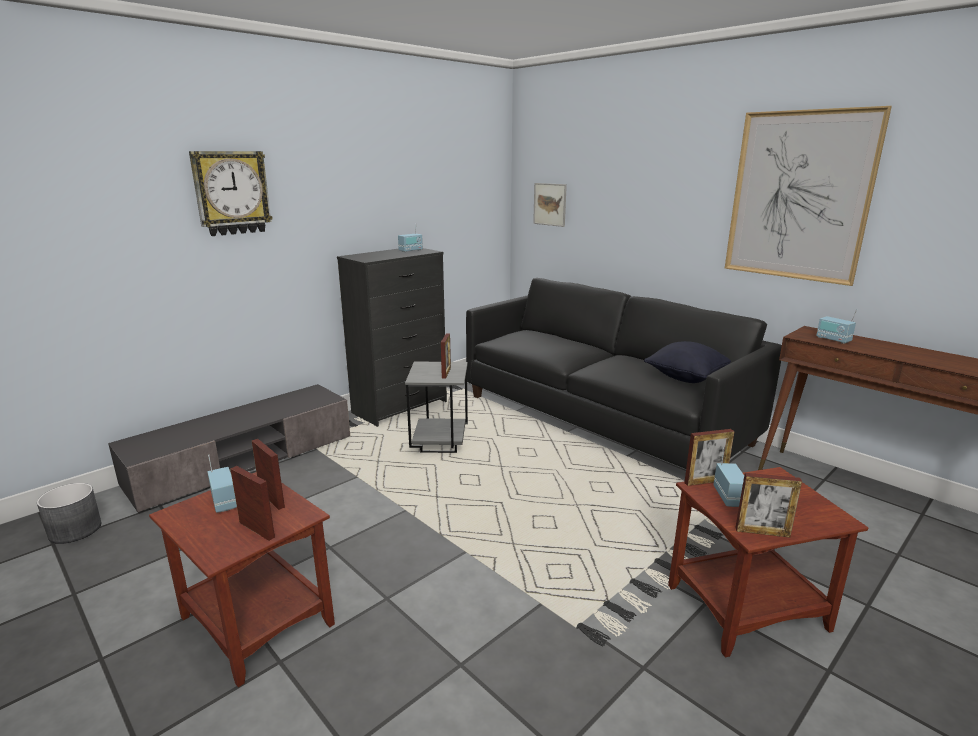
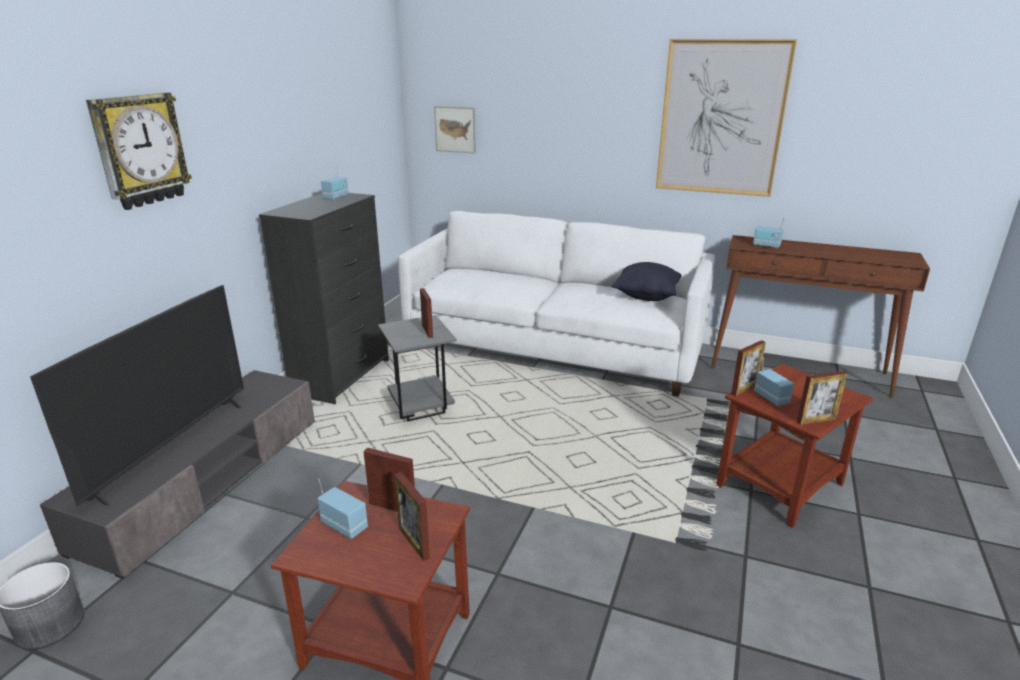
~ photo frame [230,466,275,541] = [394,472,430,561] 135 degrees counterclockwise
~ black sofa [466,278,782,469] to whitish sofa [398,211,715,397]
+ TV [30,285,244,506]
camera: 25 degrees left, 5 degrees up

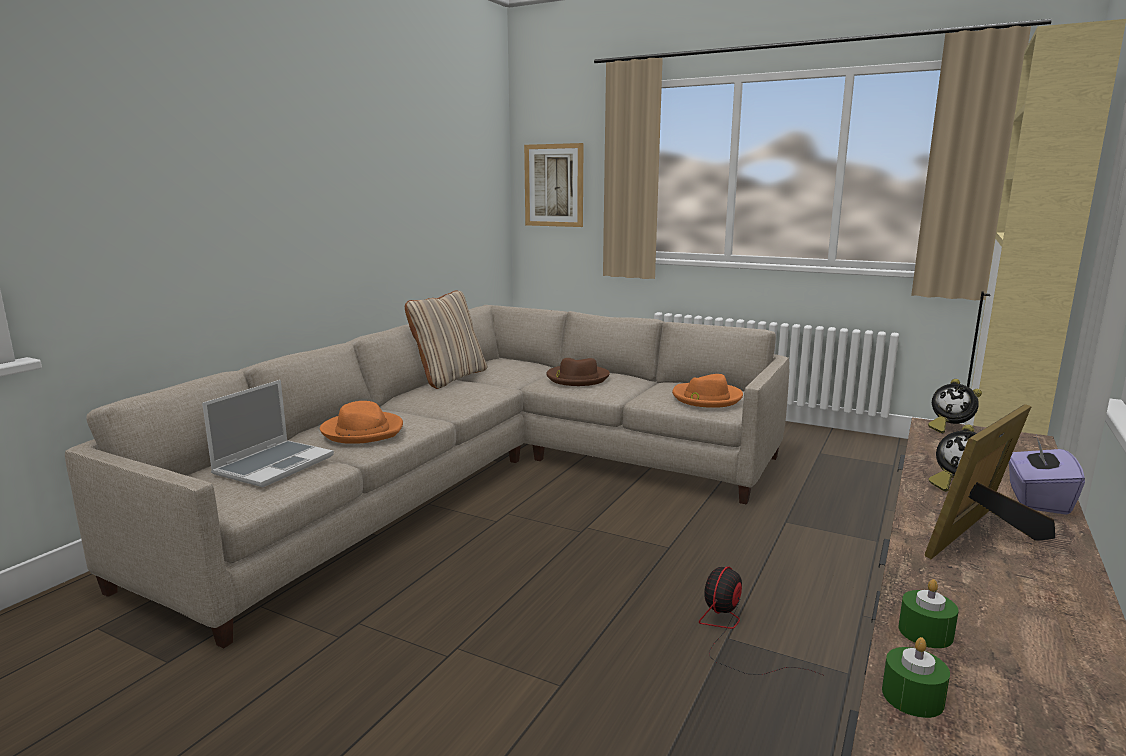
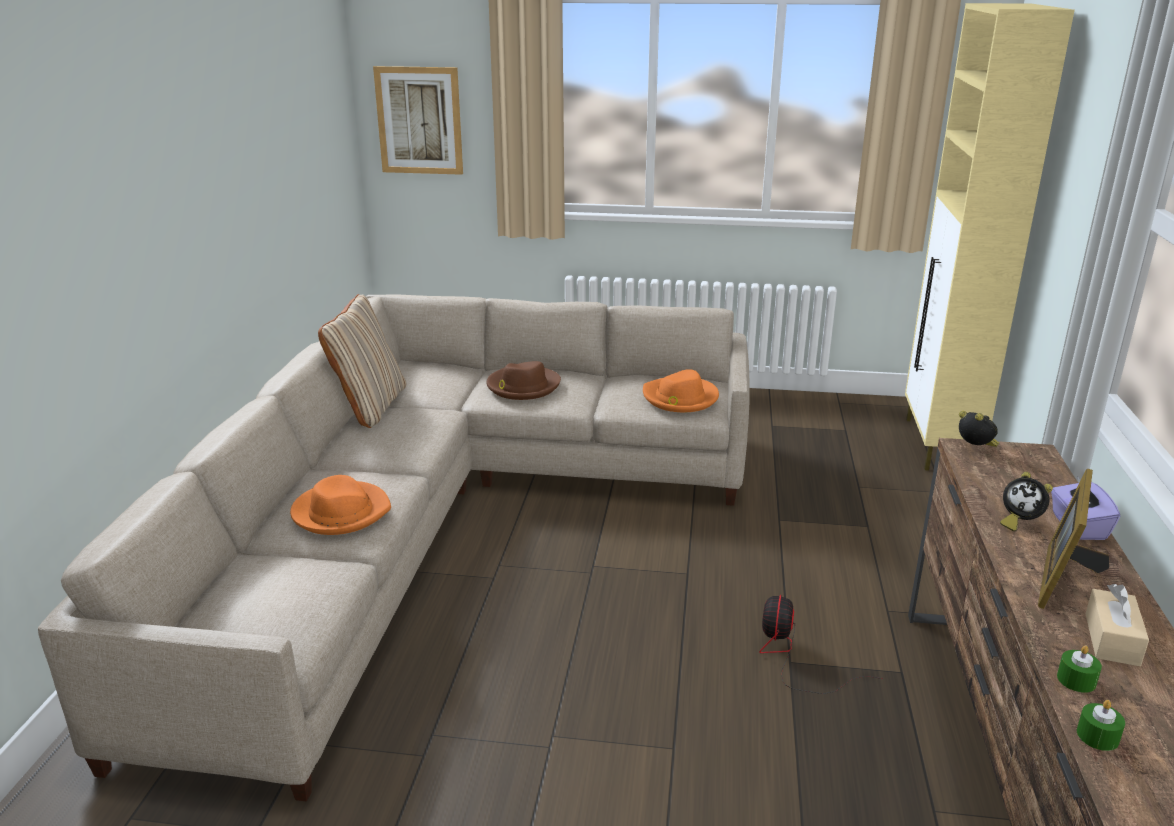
- portable computer [202,380,334,487]
~ bedside clock [928,379,982,433] = [959,411,999,447] 150 degrees counterclockwise
+ beige box of tissues [1086,584,1149,666]
camera: 20 degrees left, 10 degrees up

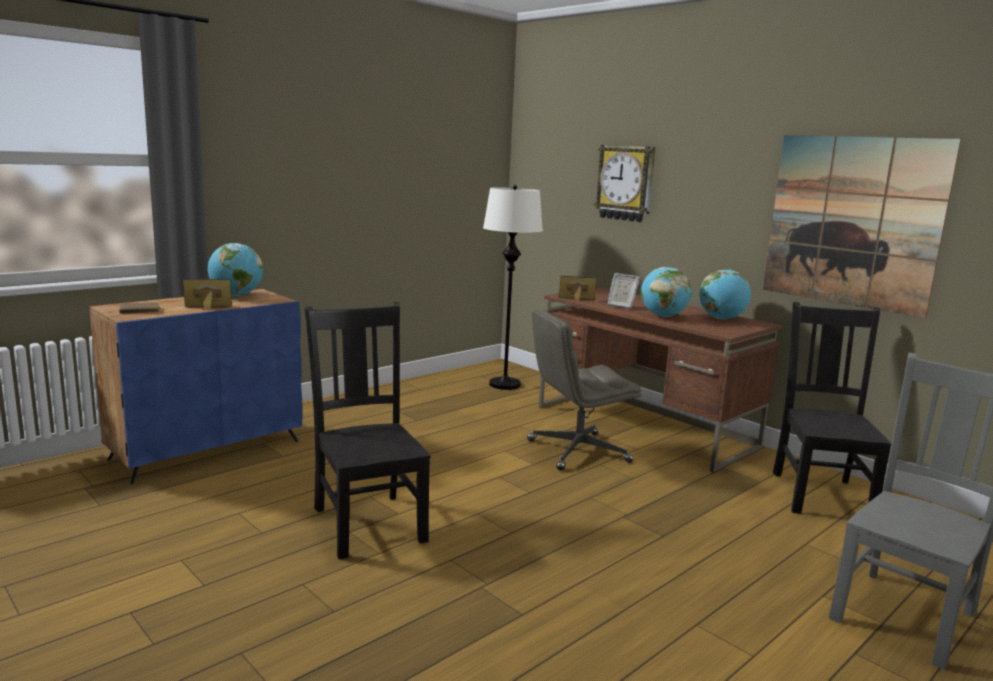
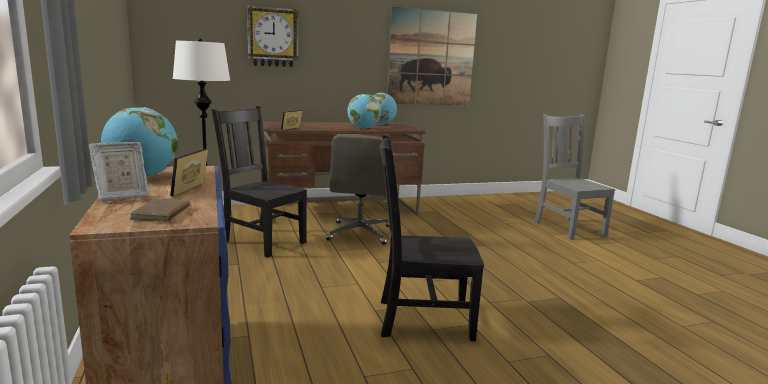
~ photo frame [608,273,640,309] to [89,142,148,201]
~ black chair [773,302,892,514] to [212,106,307,258]
camera: 65 degrees left, 0 degrees up

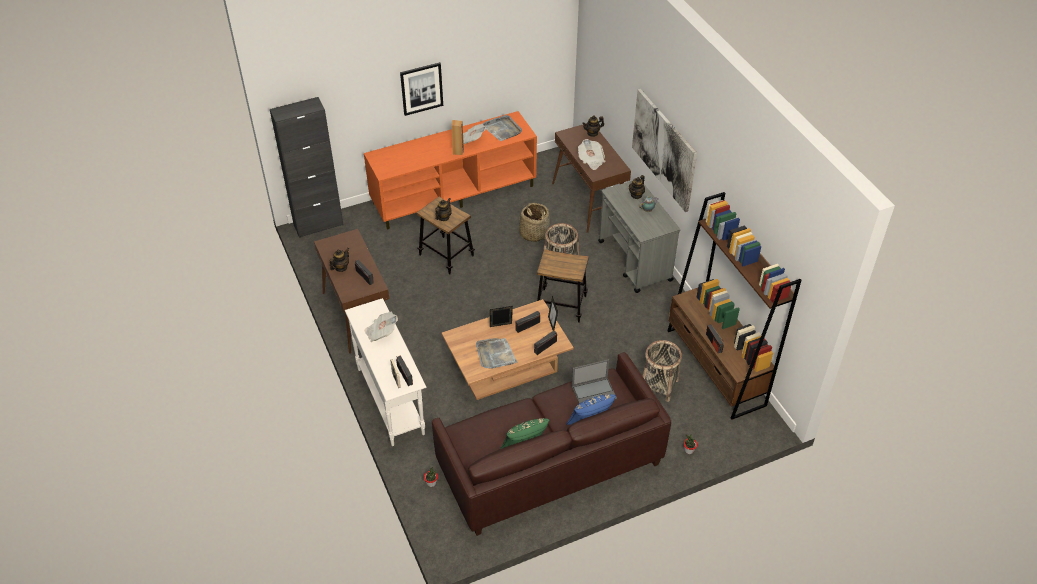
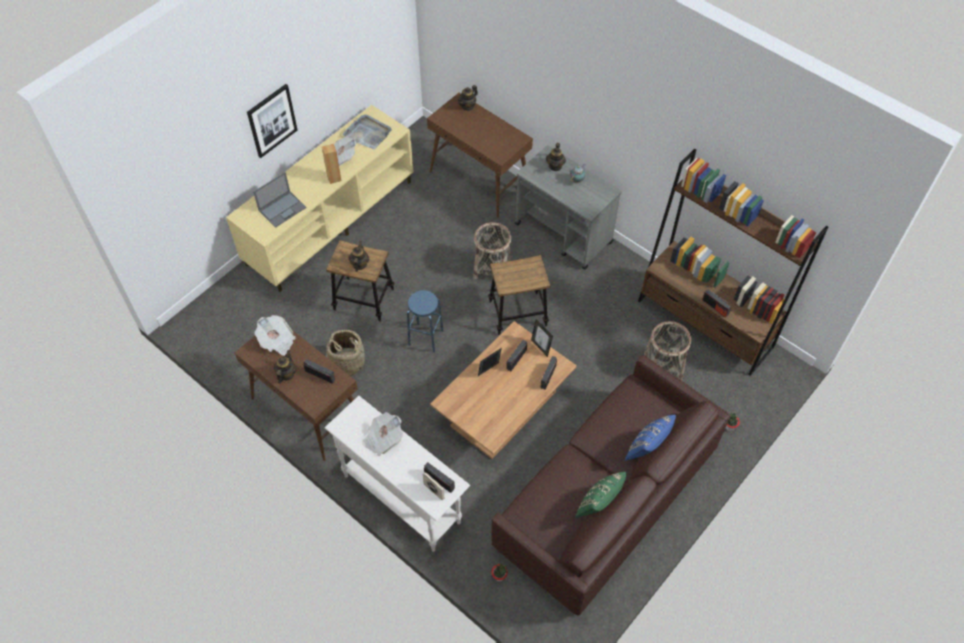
- black storage cabinet [270,97,344,238]
~ orangey tv unit [364,111,537,229] to beige tv unit [226,105,413,292]
- greyish serving tray [476,338,518,369]
~ basket [519,203,550,242] to [321,330,366,376]
~ portable computer [572,359,617,403] to [253,172,307,228]
~ printed paper [578,139,606,170] to [255,315,296,356]
- wall picture [632,89,697,212]
+ blue-coloured stool seat [407,290,444,353]
camera: 25 degrees left, 10 degrees up

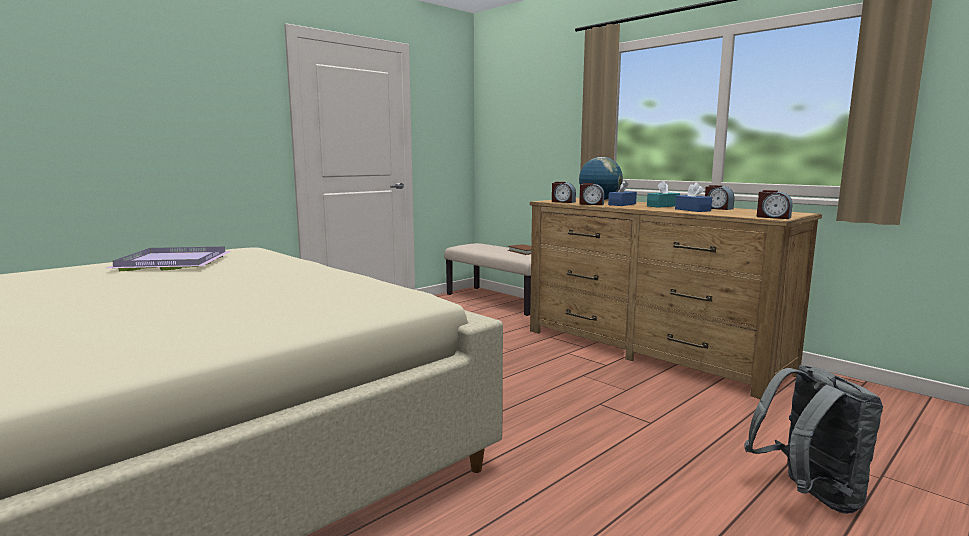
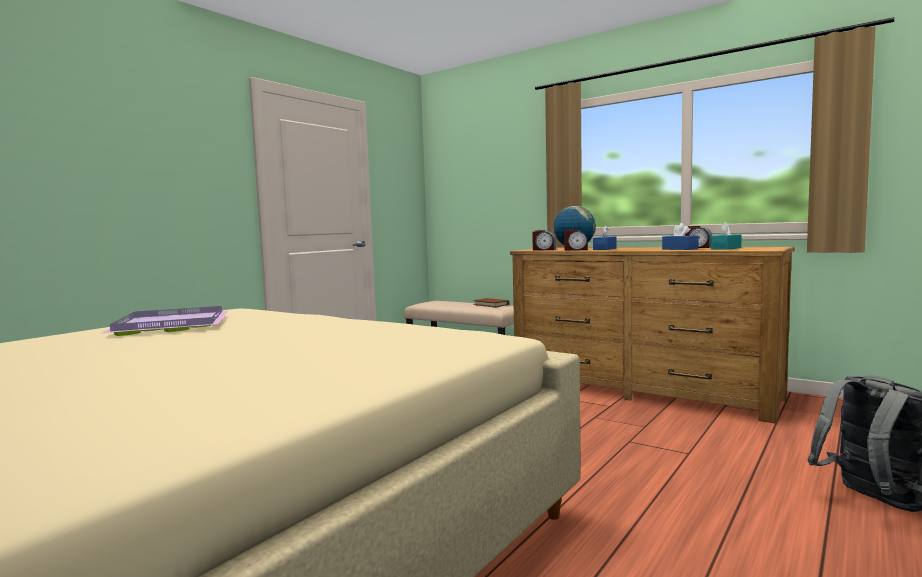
~ turquoise box of tissues [647,181,680,208] to [711,222,742,250]
- bedside clock [757,190,792,219]
camera: 10 degrees left, 5 degrees down

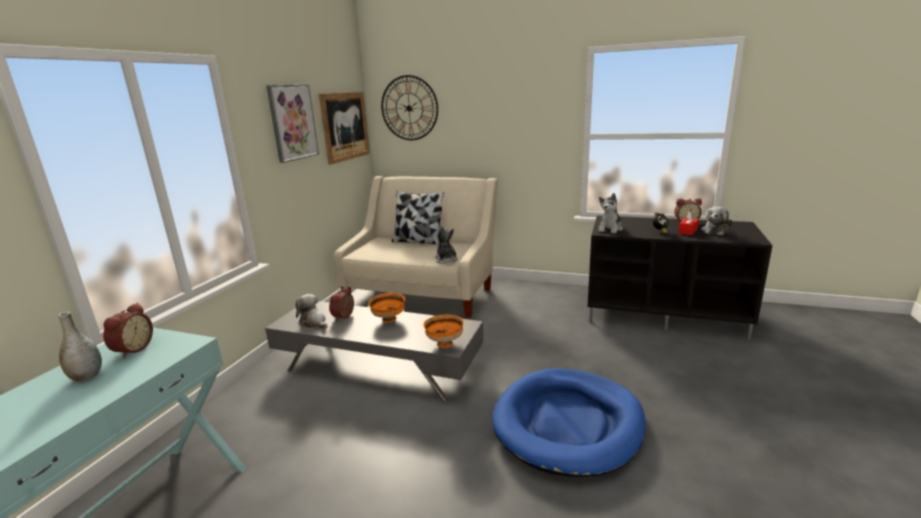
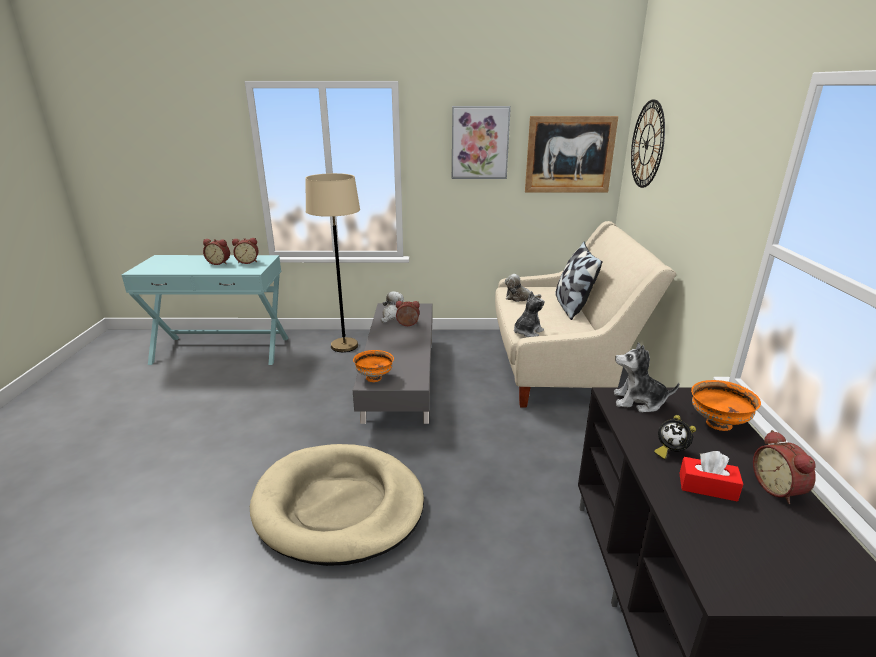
~ greyish vase [58,312,102,382] to bedside clock [203,239,230,265]
~ orangey deep dish [368,293,405,323] to [691,380,761,431]
~ blue-coloured dog cushion [492,368,646,477] to beige dog cushion [250,444,424,566]
~ soft toy [701,206,732,235] to [505,274,542,302]
+ beige standing lamp [306,173,360,352]
camera: 70 degrees right, 5 degrees up

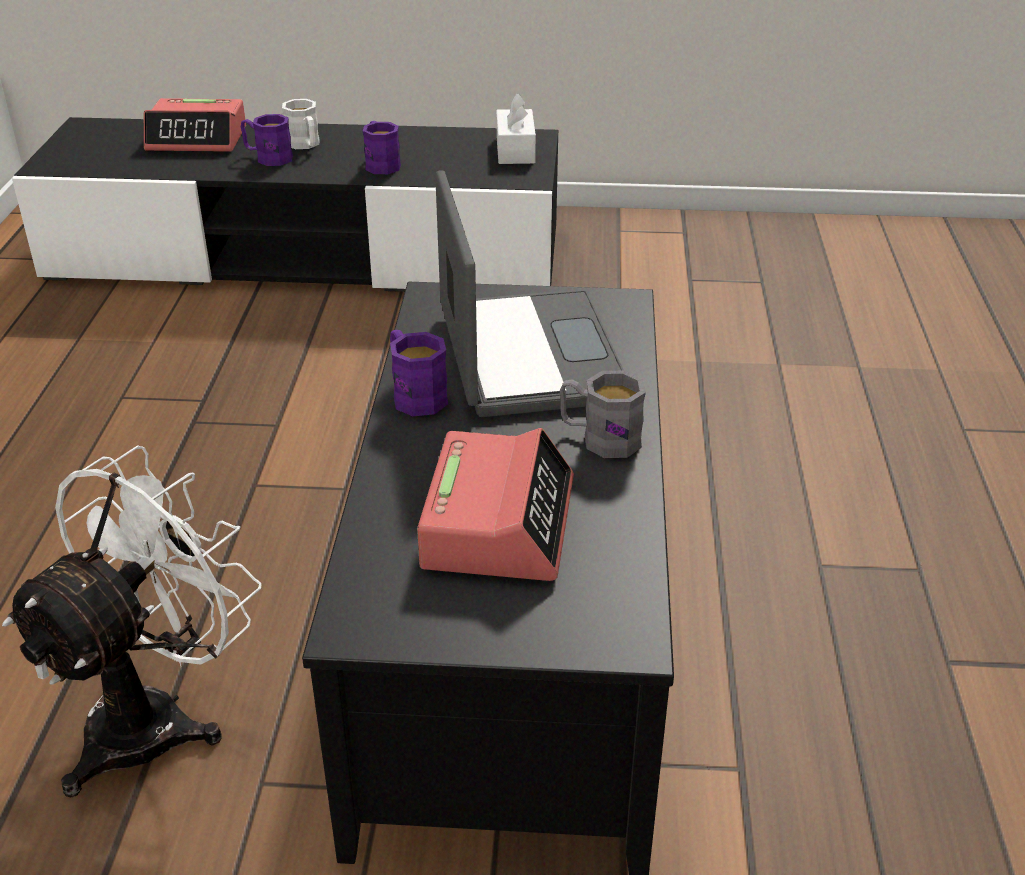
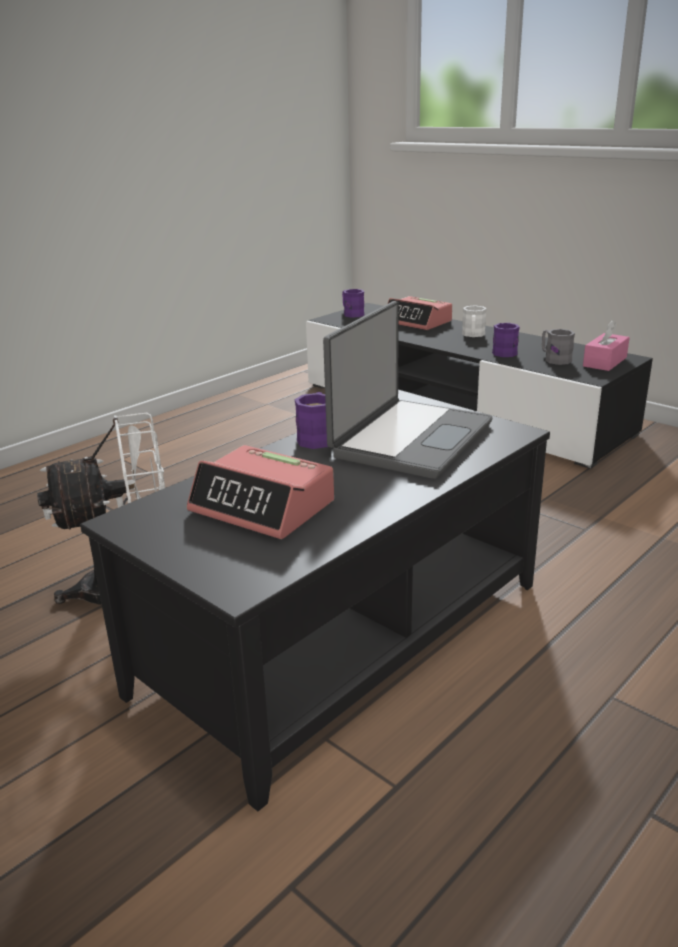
~ purple-coloured mug [241,114,293,166] to [342,289,364,318]
~ bedside clock [417,428,574,581] = [187,445,334,539] 75 degrees clockwise
~ whitish box of tissues [496,93,536,164] to pink-coloured box of tissues [583,320,630,371]
~ greyish mug [560,371,646,458] to [542,329,575,365]
camera: 40 degrees right, 10 degrees down

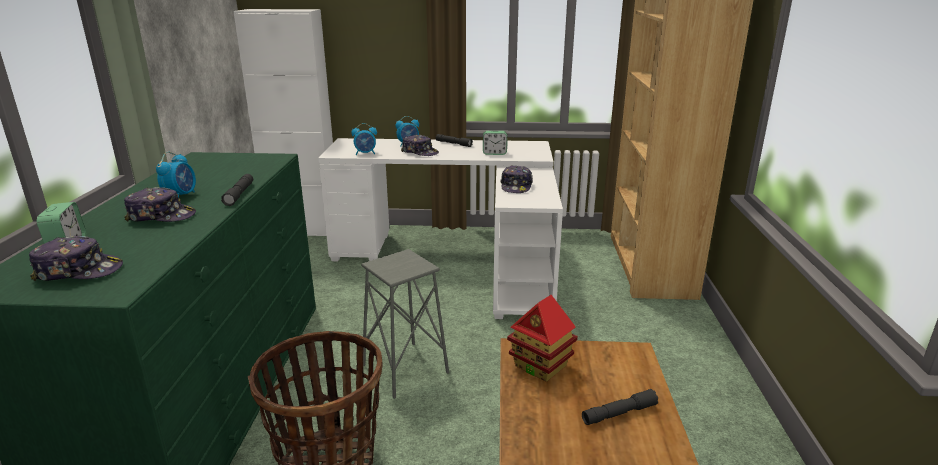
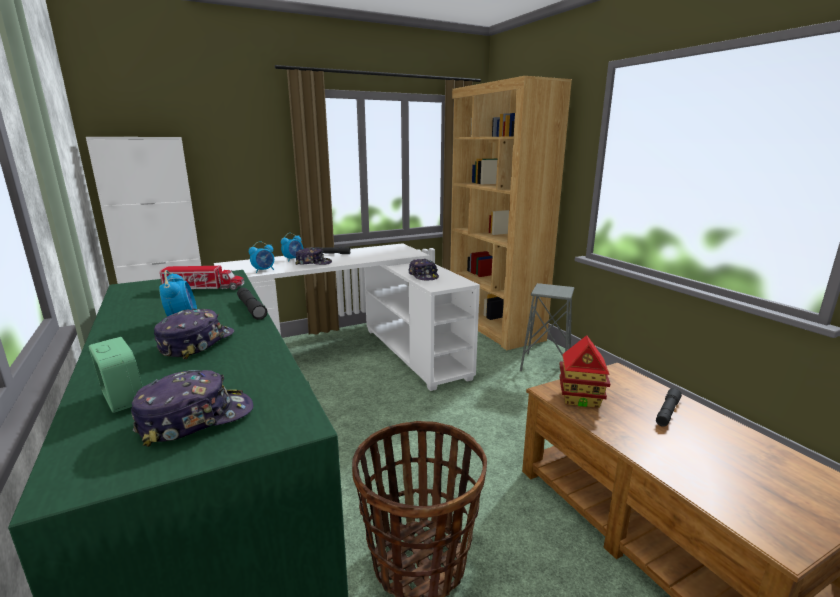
~ cap [124,187,196,222] = [154,308,234,359] 45 degrees counterclockwise
~ greyish stool seat [361,249,449,399] to [520,283,574,371]
- bedside clock [483,131,507,155]
+ toy lorry [160,266,244,290]
camera: 30 degrees left, 5 degrees down

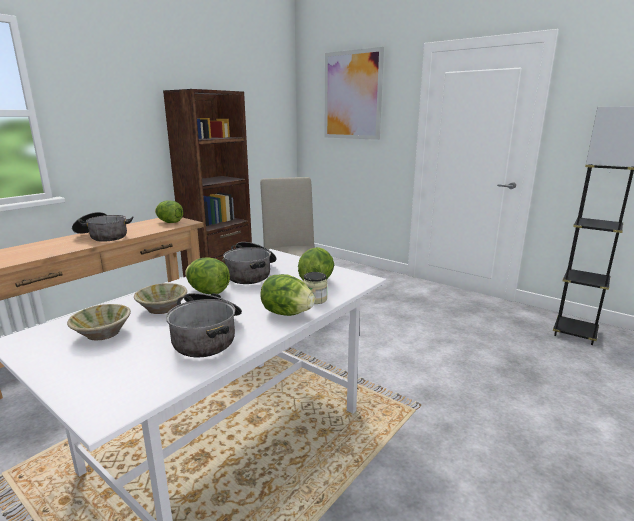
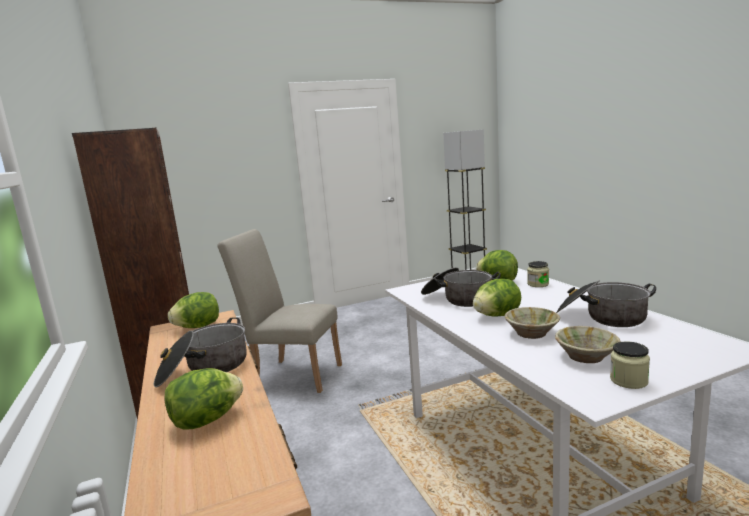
~ head of lettuce [260,274,315,316] to [165,368,243,430]
- wall picture [325,47,384,140]
+ preserve jar [610,342,650,389]
camera: 60 degrees left, 5 degrees down

